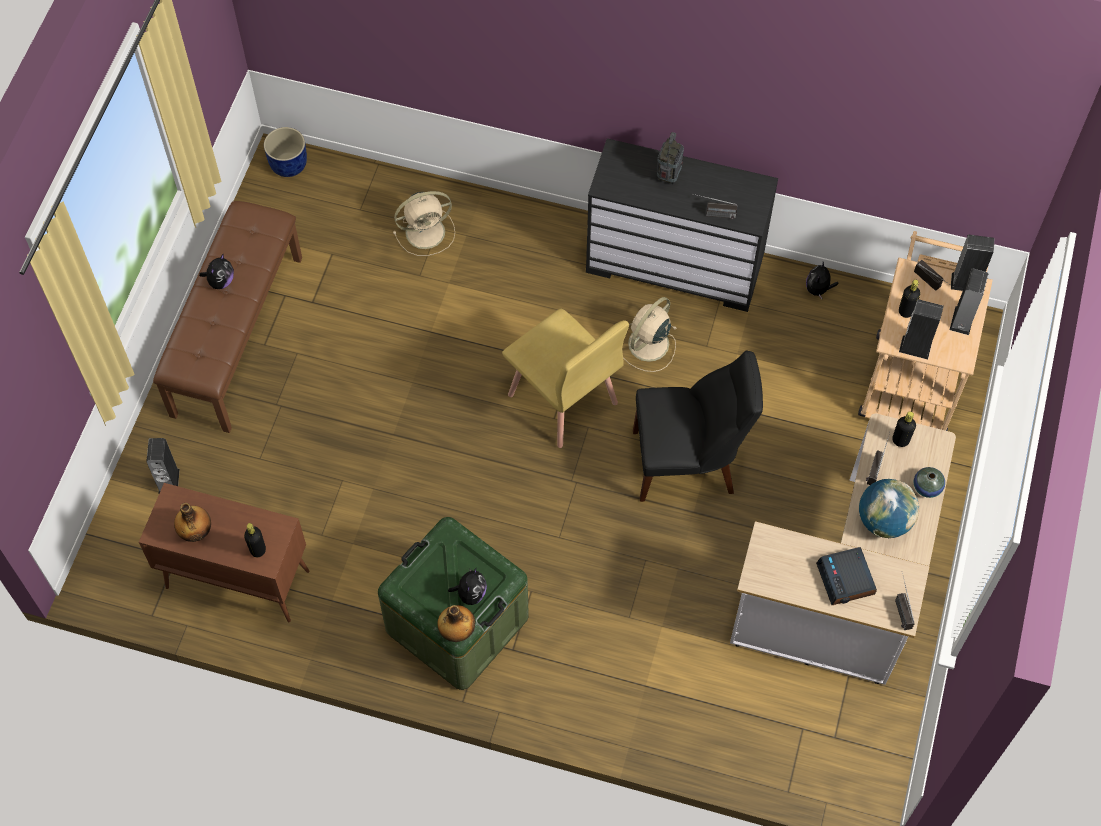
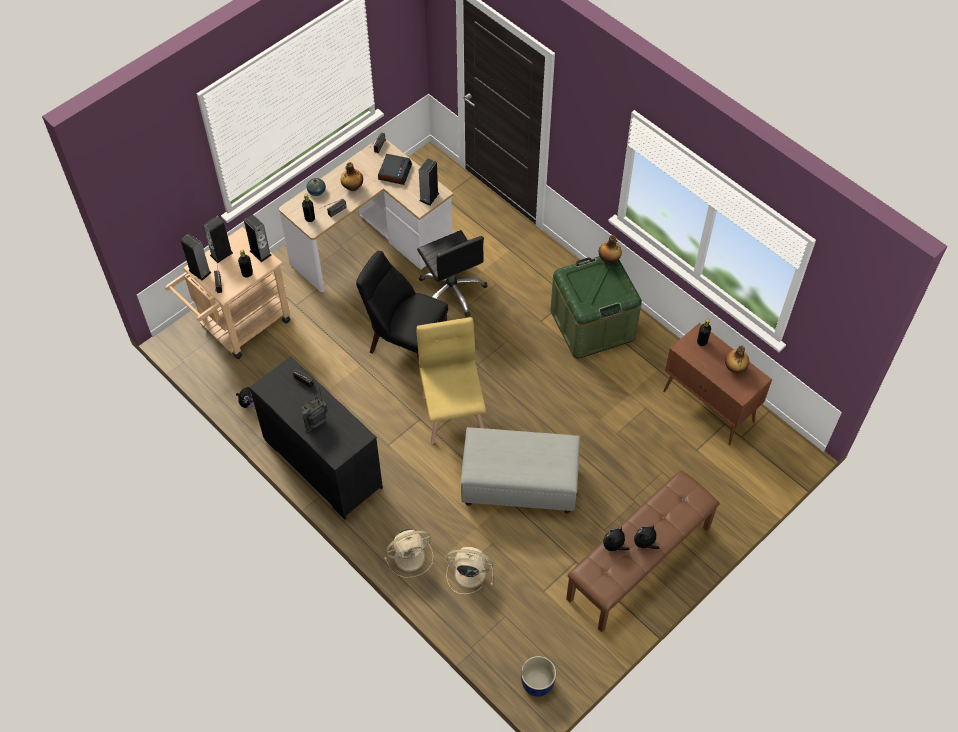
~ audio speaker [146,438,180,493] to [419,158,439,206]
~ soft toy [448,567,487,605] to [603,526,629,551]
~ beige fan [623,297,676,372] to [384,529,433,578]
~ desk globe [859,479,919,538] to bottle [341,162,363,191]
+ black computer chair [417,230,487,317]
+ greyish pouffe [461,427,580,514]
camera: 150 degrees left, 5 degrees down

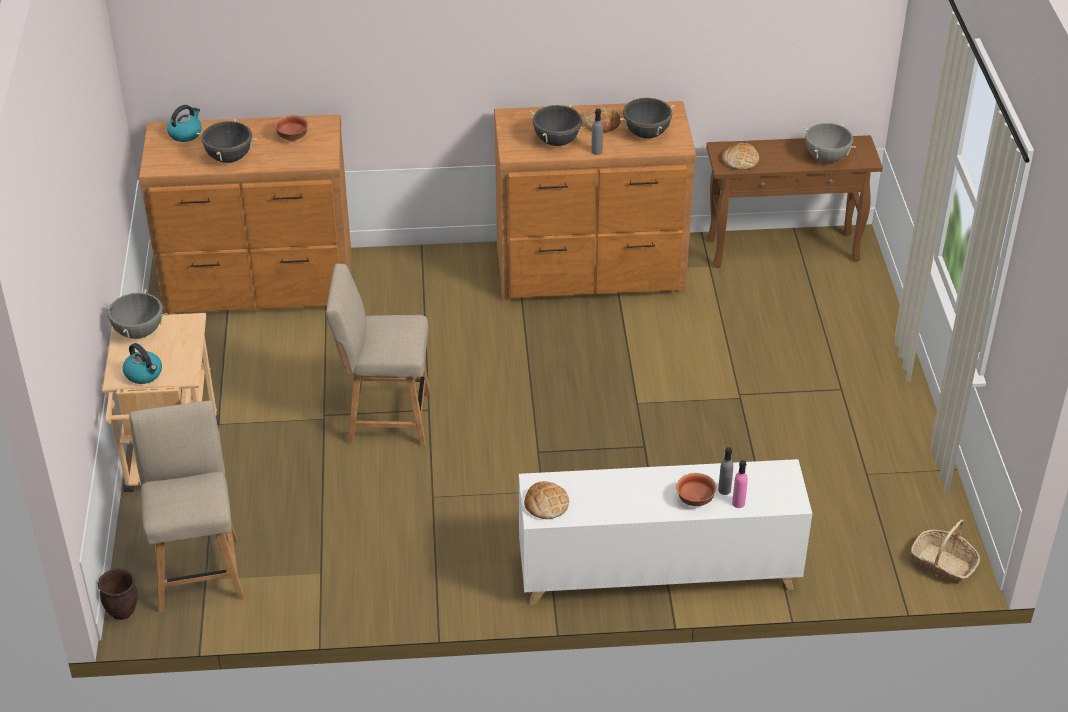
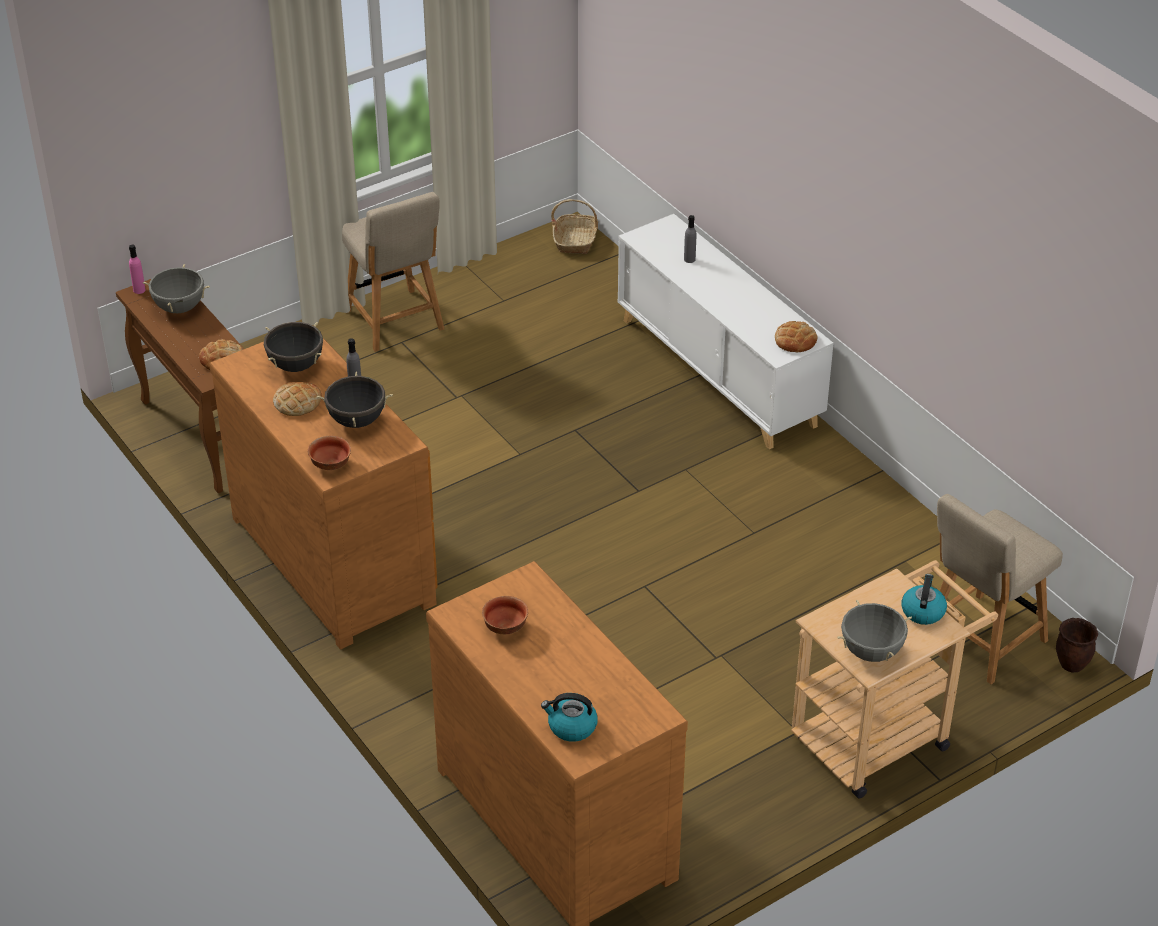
- black stockpot [197,119,257,163]
~ beige chair [326,264,431,446] to [342,192,444,352]
~ deep dish [676,473,717,506] to [308,436,351,470]
~ pink-coloured bottle [732,460,748,508] to [129,245,146,294]
camera: 120 degrees left, 0 degrees up

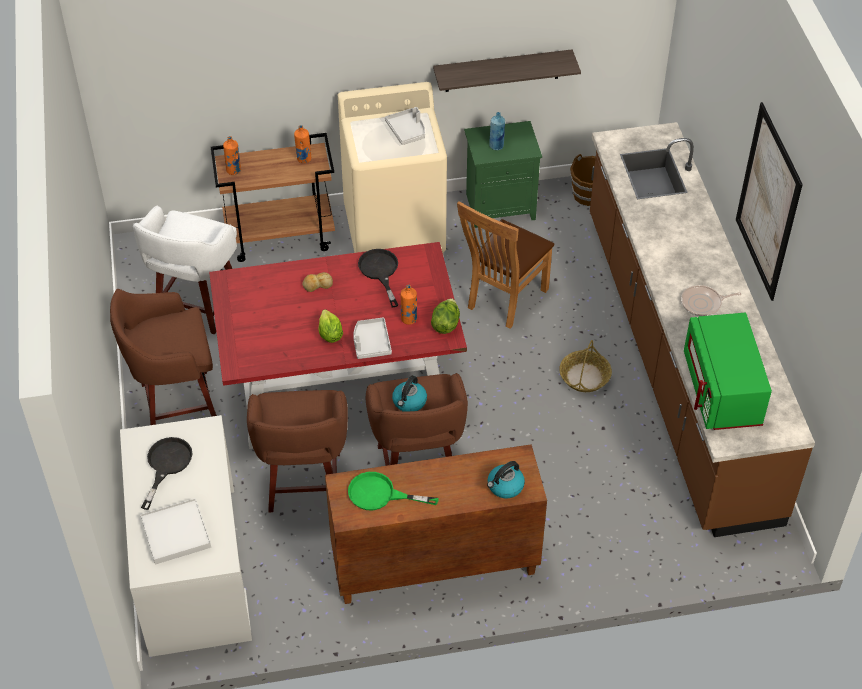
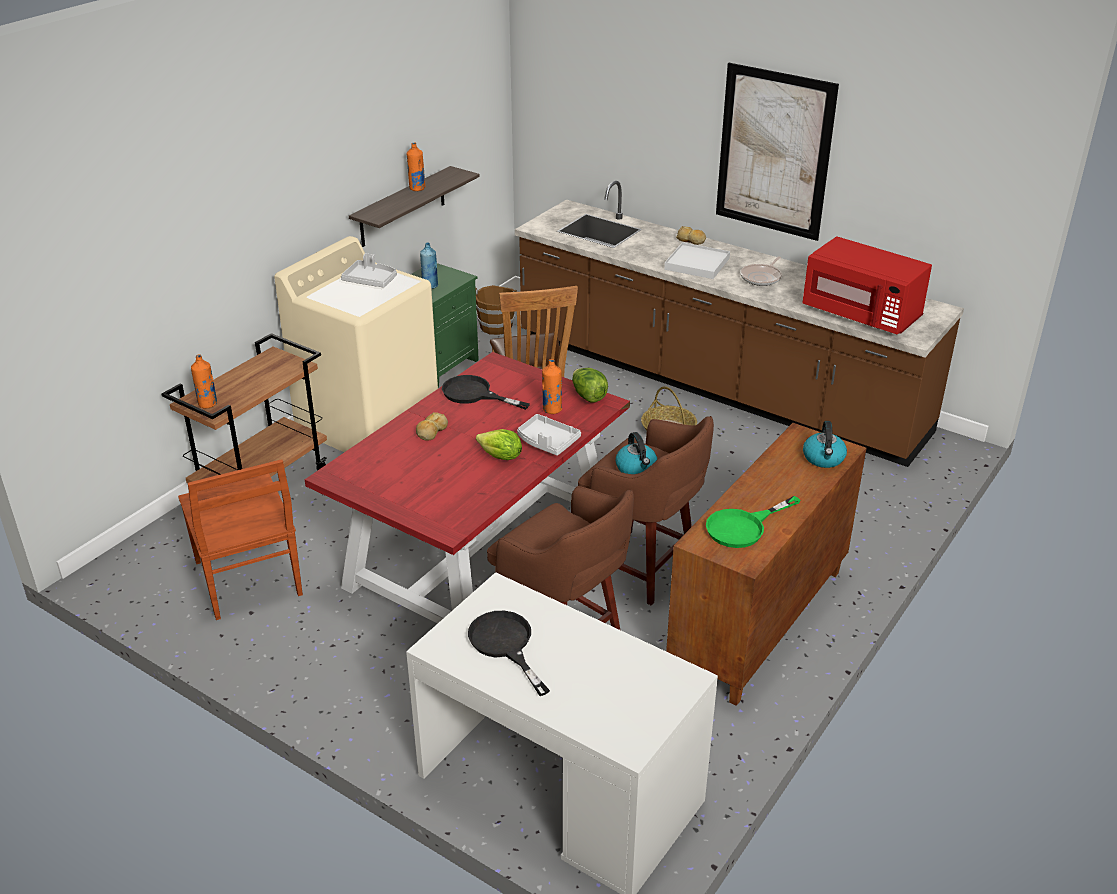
- brownish stool seat [110,289,217,425]
~ whitish stool seat [133,205,237,334] to brownish chair [178,459,303,620]
~ whitish serving tray [140,498,211,565] to [664,242,730,279]
~ orangey bottle [294,125,311,163] to [407,142,425,191]
~ greenish microwave oven [684,313,772,430] to red-coloured microwave oven [802,237,932,335]
+ bread [676,226,706,245]
camera: 45 degrees left, 15 degrees down

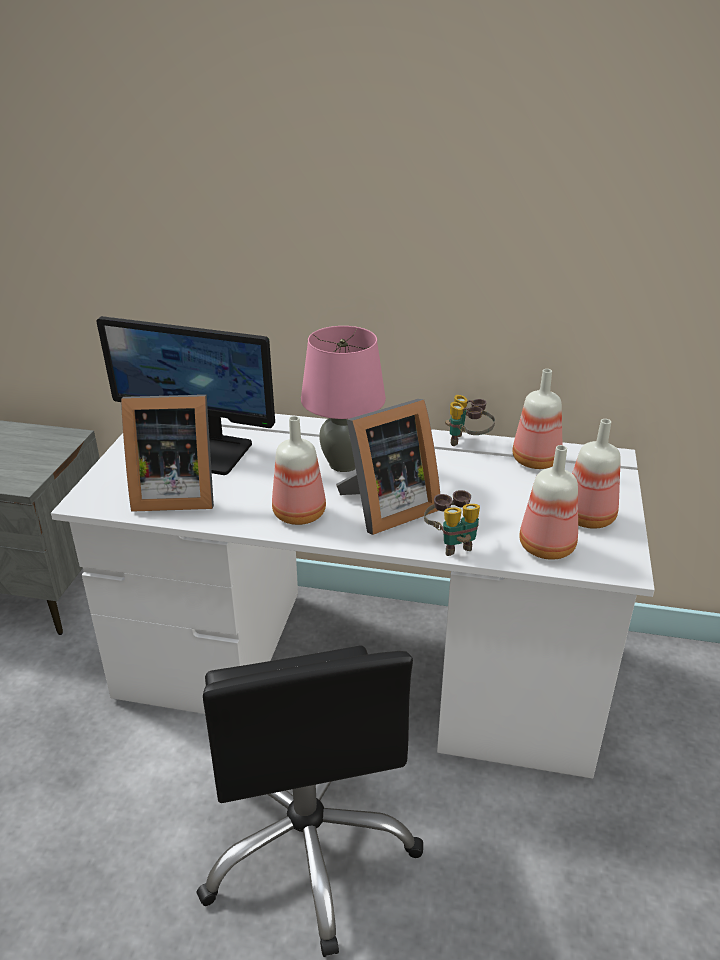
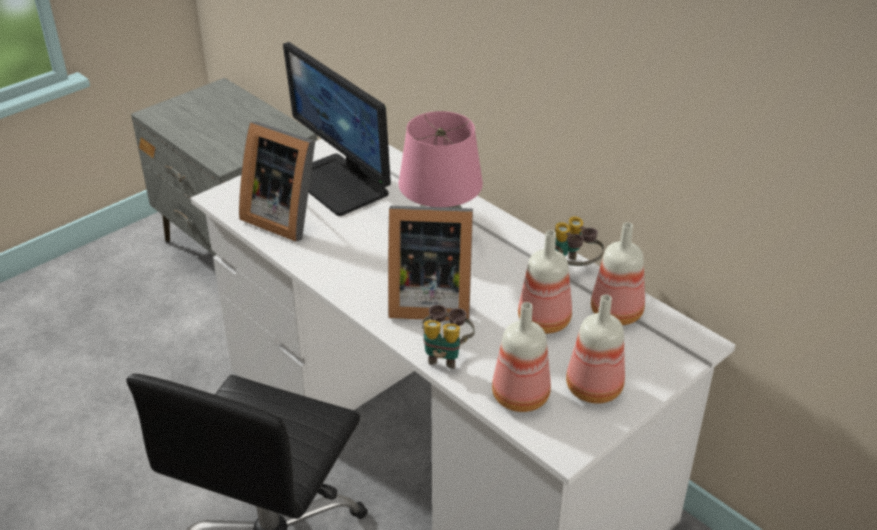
~ bottle [272,416,326,525] to [518,230,572,334]
camera: 35 degrees right, 5 degrees up

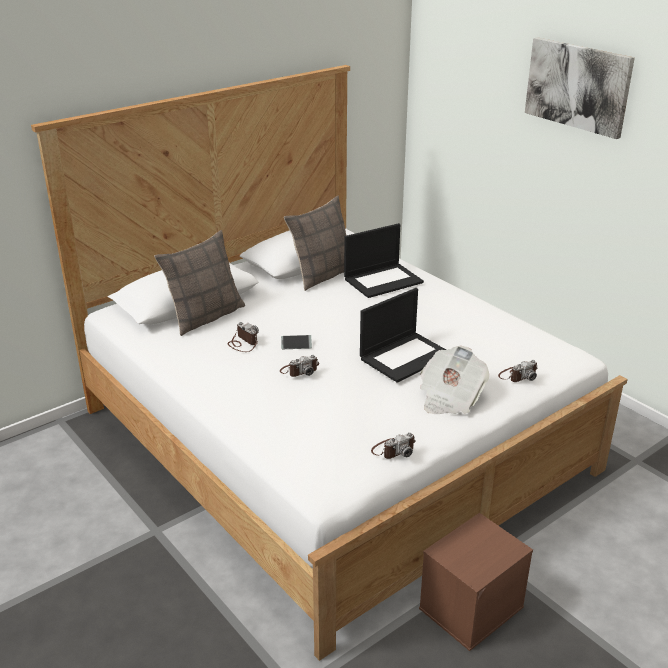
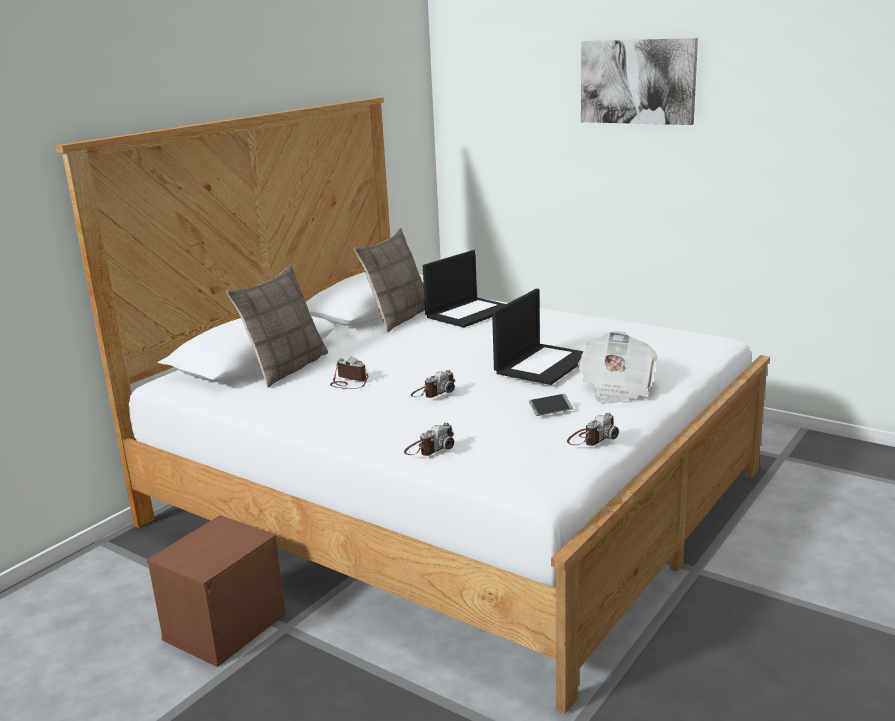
~ telephone [281,335,312,349] to [529,394,573,416]
~ brownish storage container [419,513,533,651] to [147,515,286,667]
~ photo camera [498,360,538,382] to [404,422,454,456]
camera: 15 degrees left, 10 degrees down

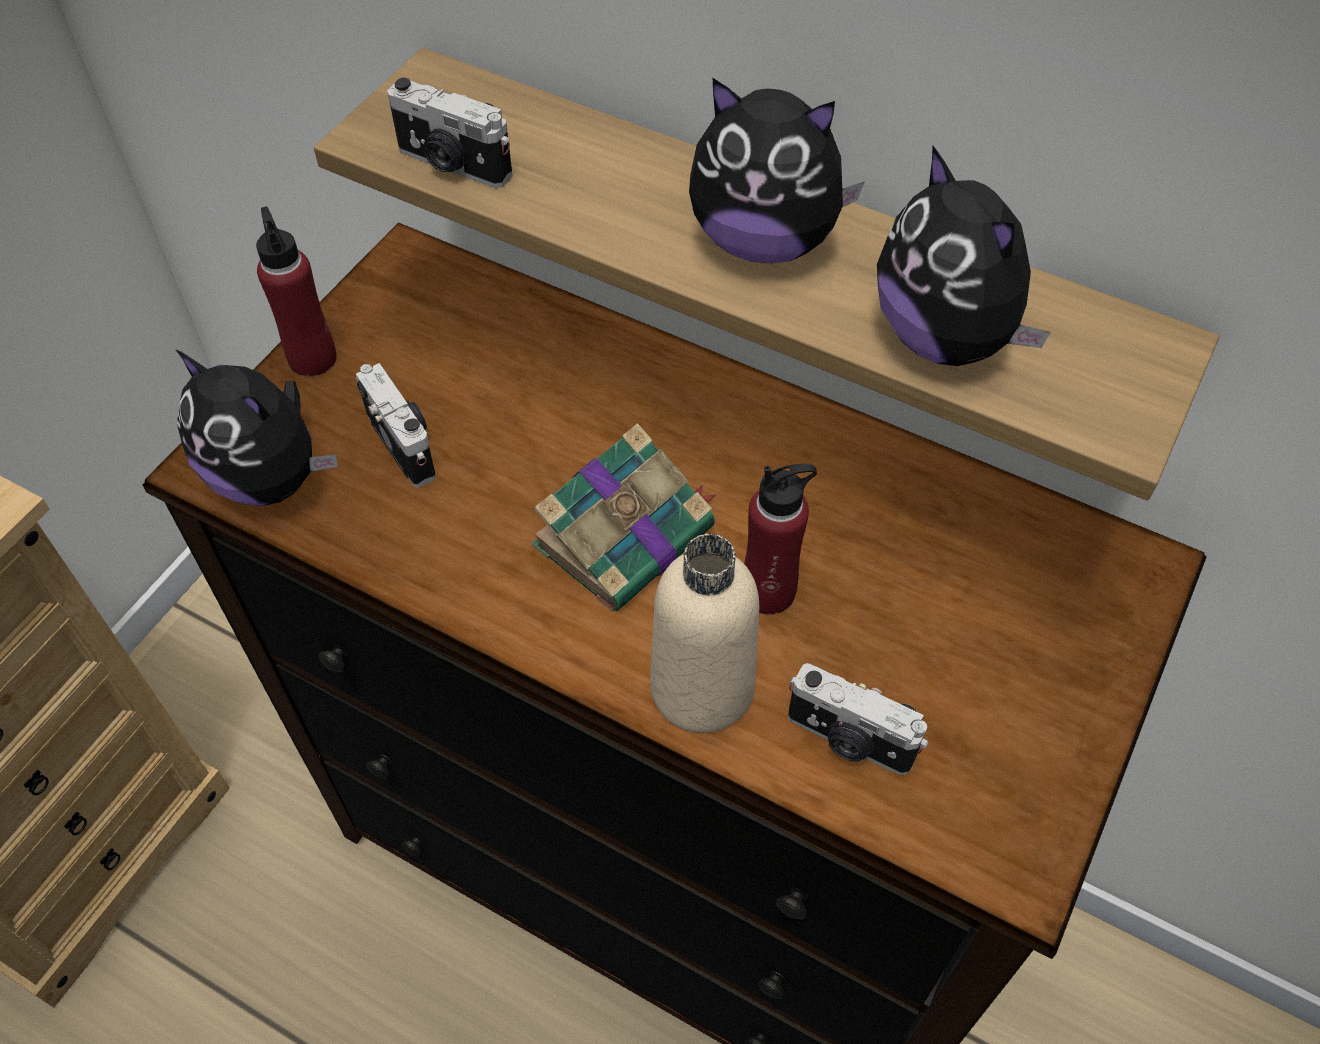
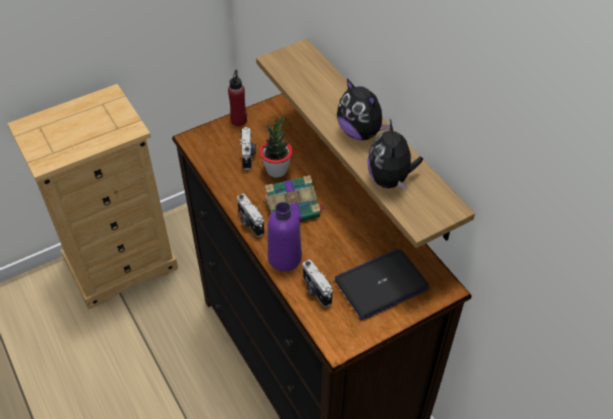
- soft toy [175,349,338,506]
~ photo camera [387,78,512,188] to [237,194,264,237]
~ beige bottle [650,534,759,733] to purple-coloured bottle [268,202,302,271]
- red-coloured bottle [744,464,817,615]
+ plant in a pot [259,115,293,178]
+ portable computer [335,249,430,320]
camera: 30 degrees right, 5 degrees down

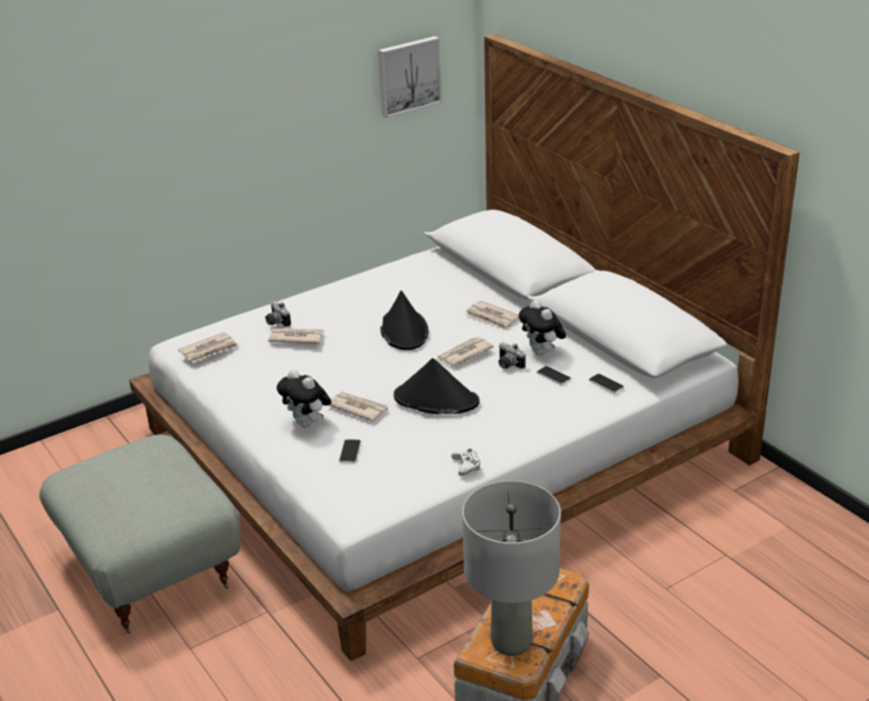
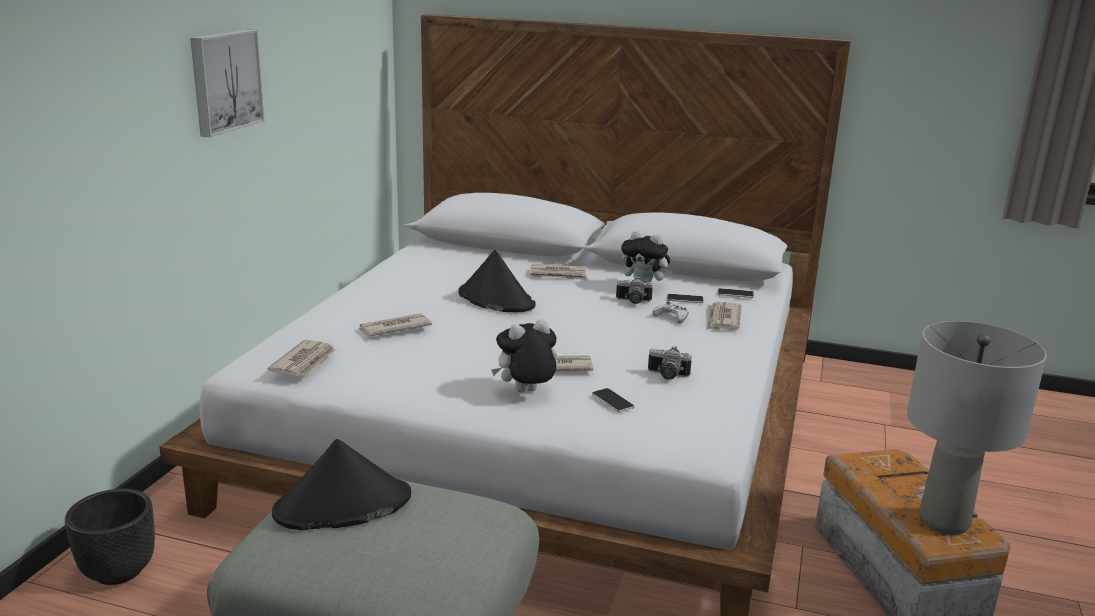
~ photo camera [265,301,291,327] to [648,345,692,380]
~ soft toy [277,369,331,427] = [492,319,557,392] 150 degrees clockwise
~ wall picture [378,36,442,118] to [190,30,265,137]
~ black clothing hat [394,358,480,414] to [272,439,411,530]
~ printed paper [436,337,494,366] to [708,302,741,330]
~ whitish game controller [452,448,480,476] to [653,301,689,324]
+ black plant pot [65,489,155,585]
camera: 40 degrees left, 10 degrees down

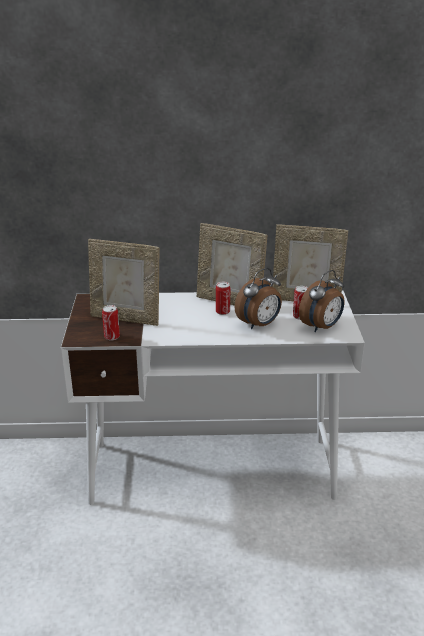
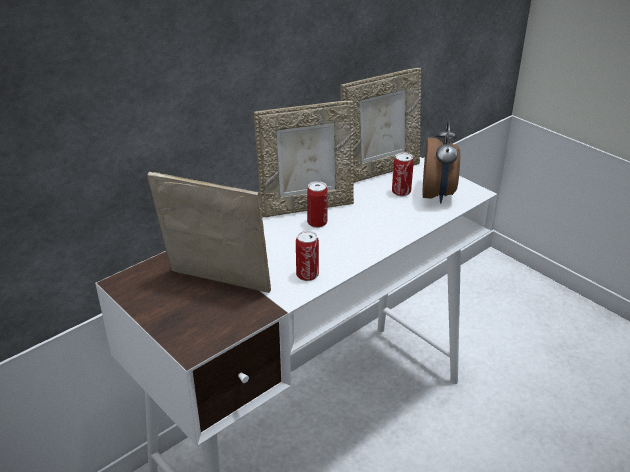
~ photo frame [88,239,159,326] = [147,172,271,293] 135 degrees counterclockwise
~ sealed can [102,305,120,340] to [296,230,319,281]
- bedside clock [235,268,282,330]
camera: 40 degrees left, 5 degrees up

